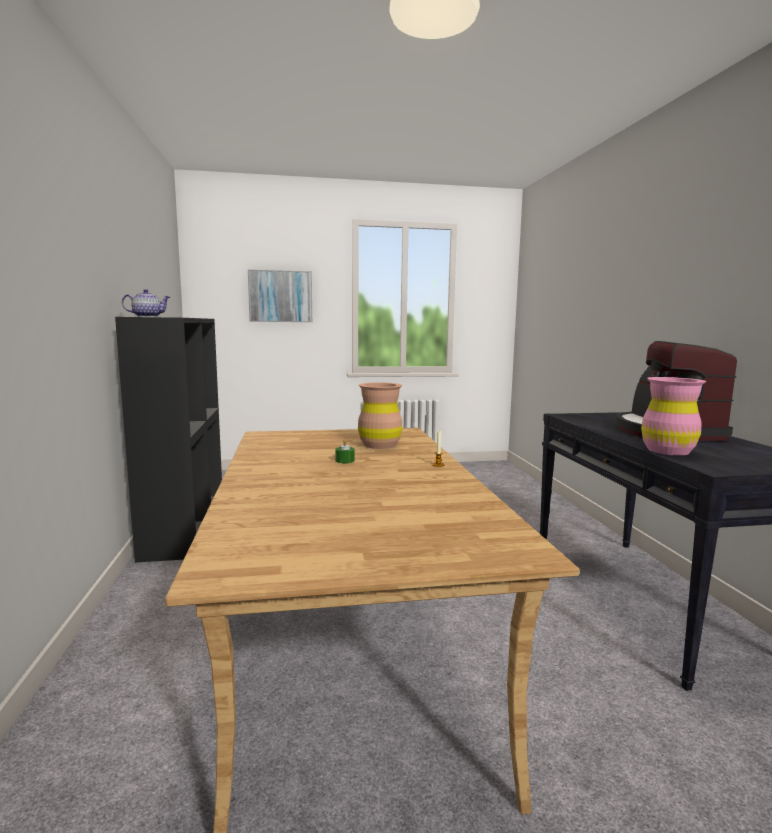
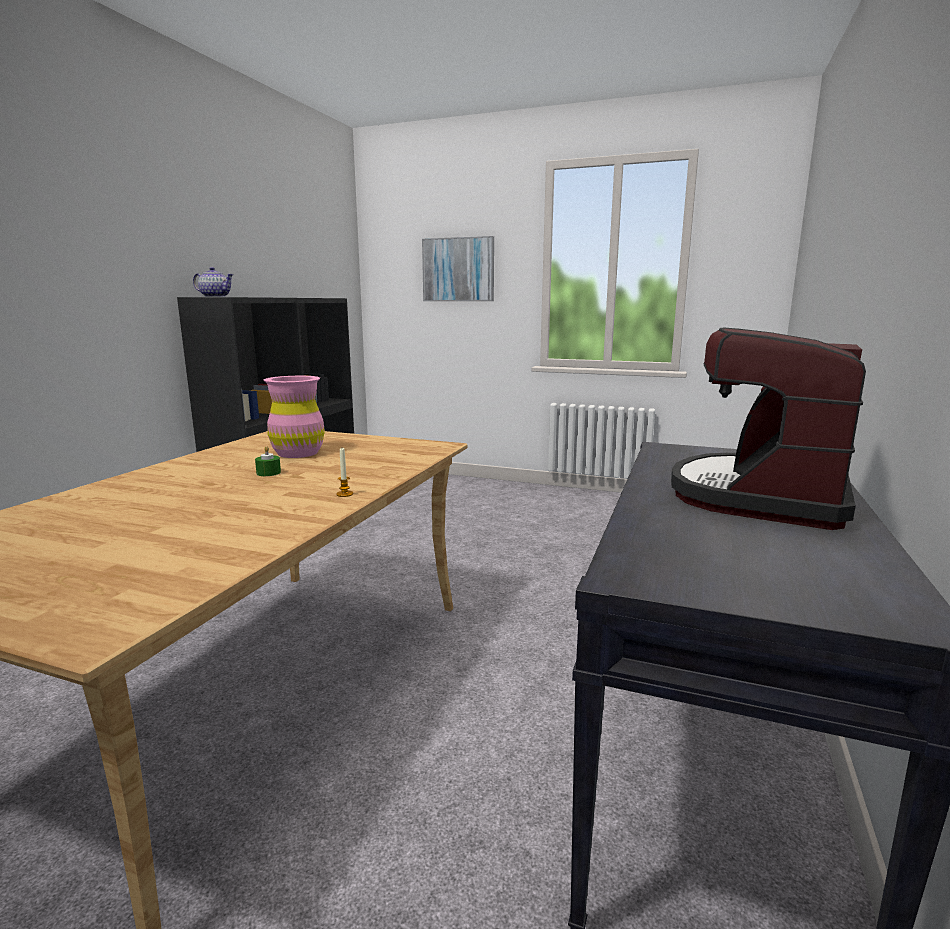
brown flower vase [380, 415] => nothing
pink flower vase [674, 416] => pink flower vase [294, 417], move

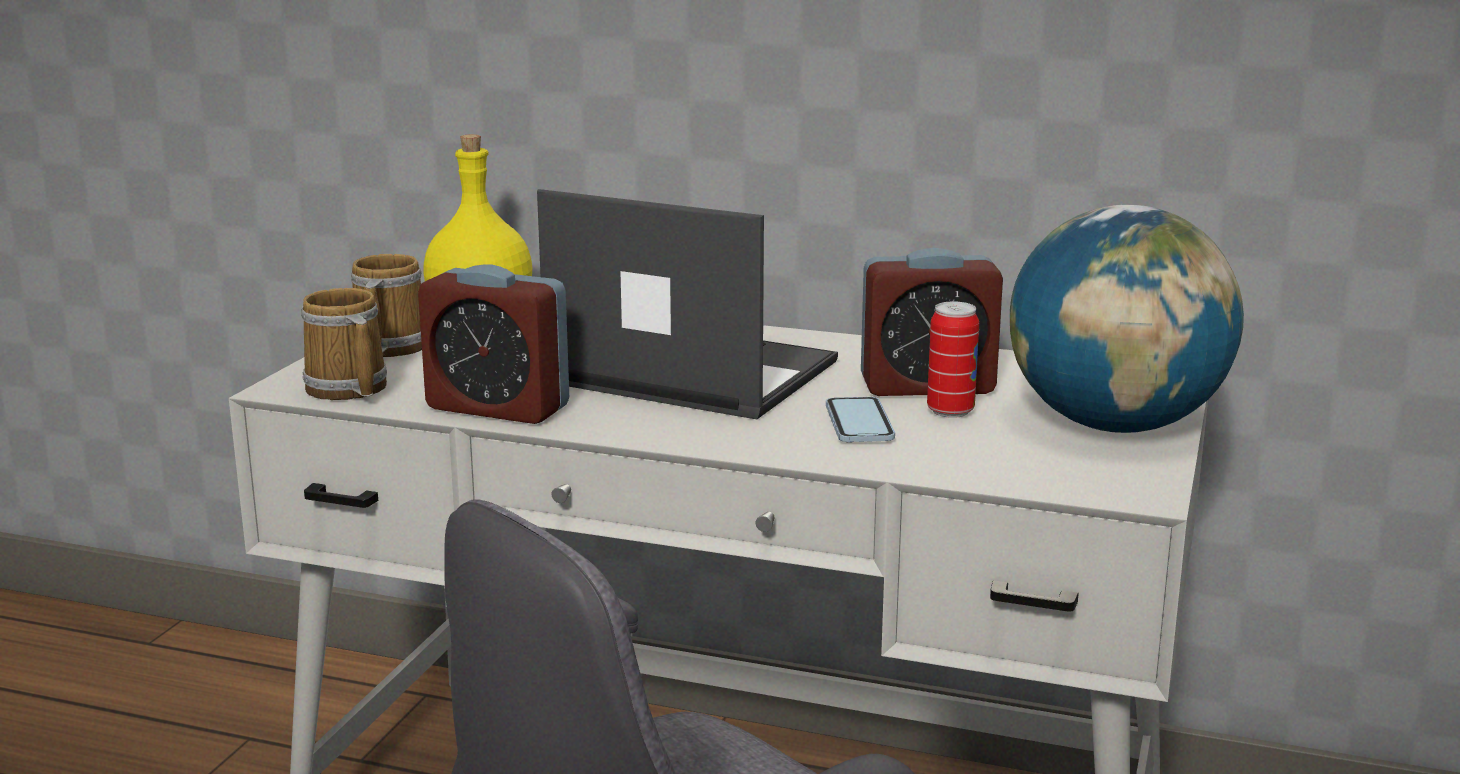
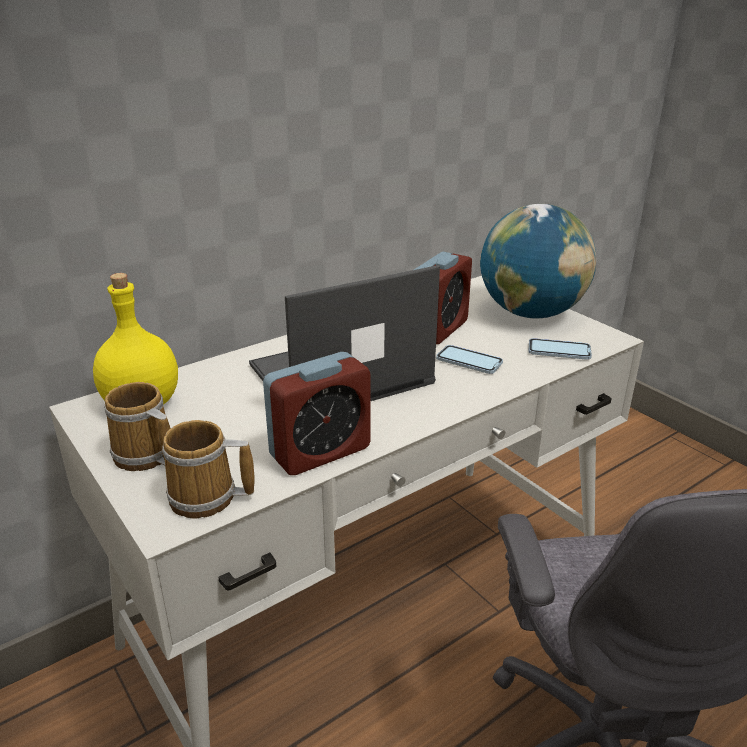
metal can [953, 360] => nothing
nothing => telephone [560, 349]

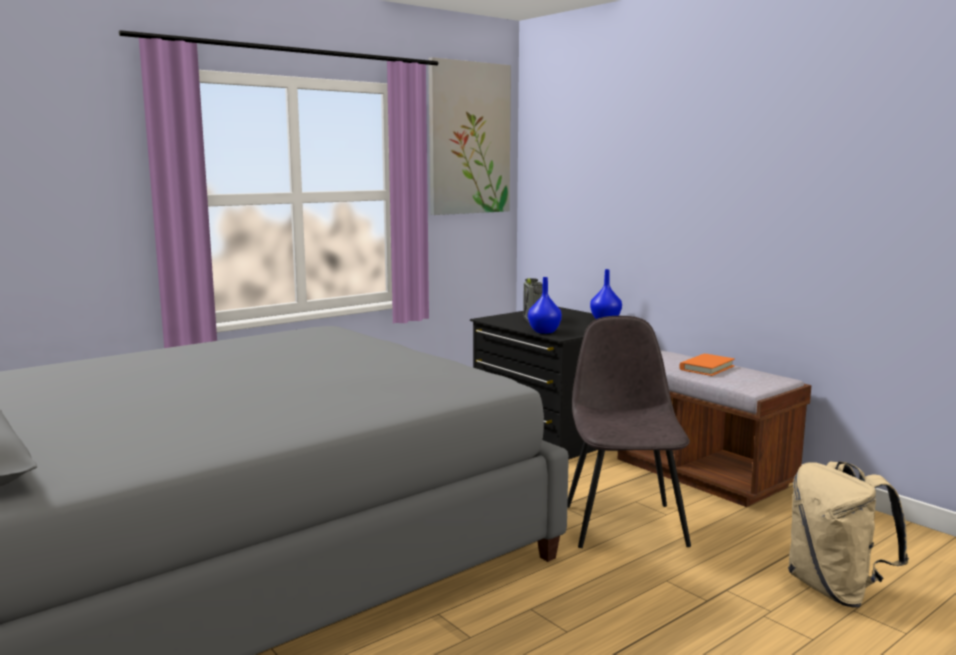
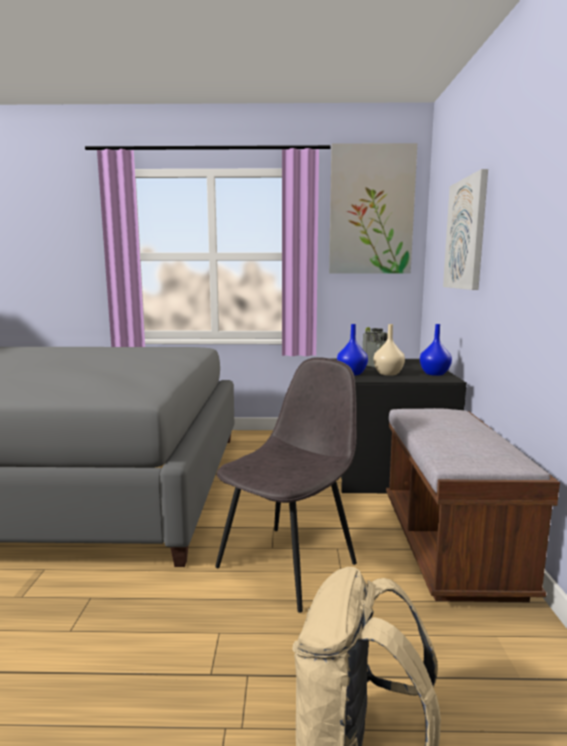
orange-coloured volume [707, 365] => nothing
nothing => beige-coloured flower vase [389, 350]
nothing => wall picture [465, 229]

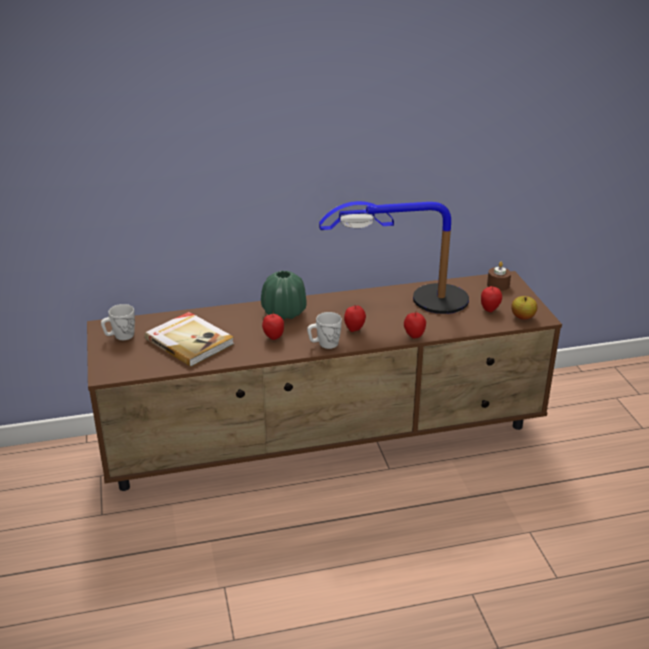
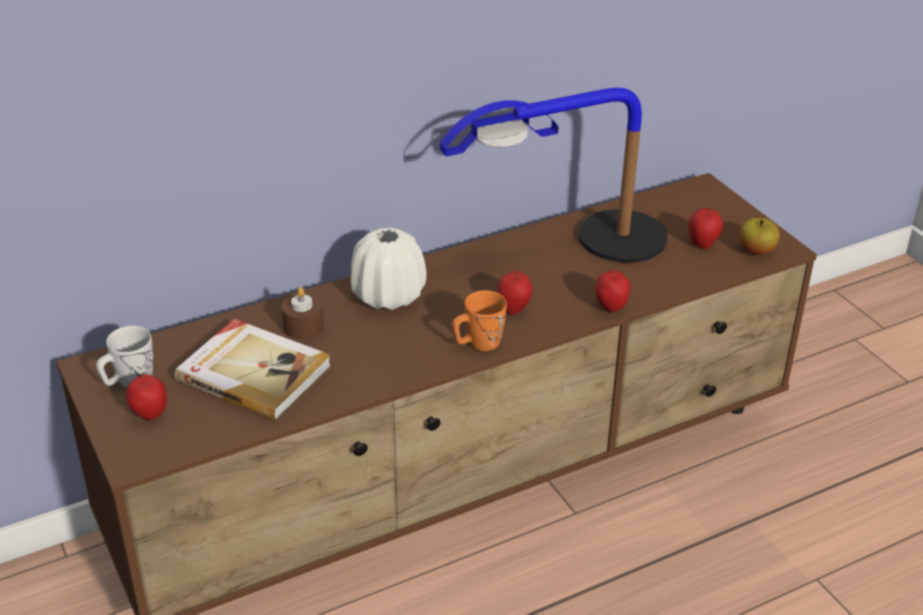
green-coloured flower vase [284, 295] => white flower vase [388, 269]
apple fruit [273, 326] => apple fruit [146, 396], move
white tea mug [324, 330] => orange-coloured tea mug [479, 320]
brown wax candle [499, 276] => brown wax candle [302, 313], move

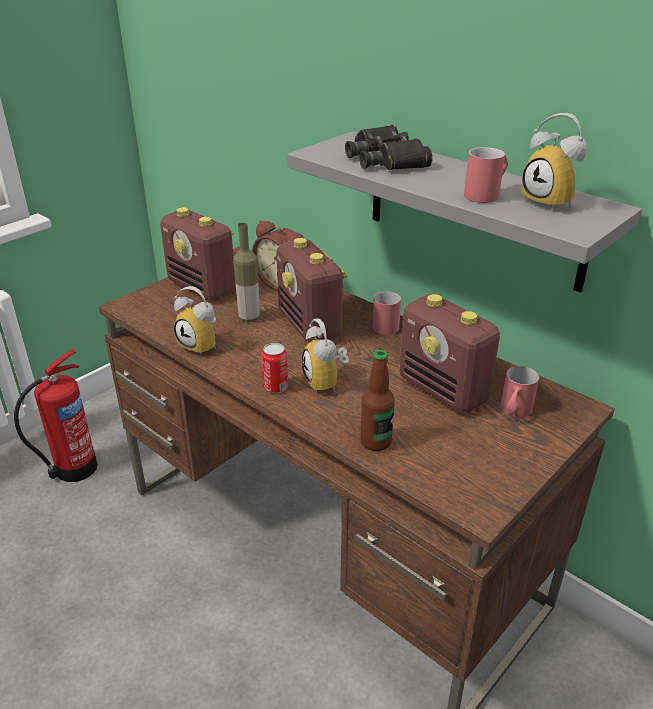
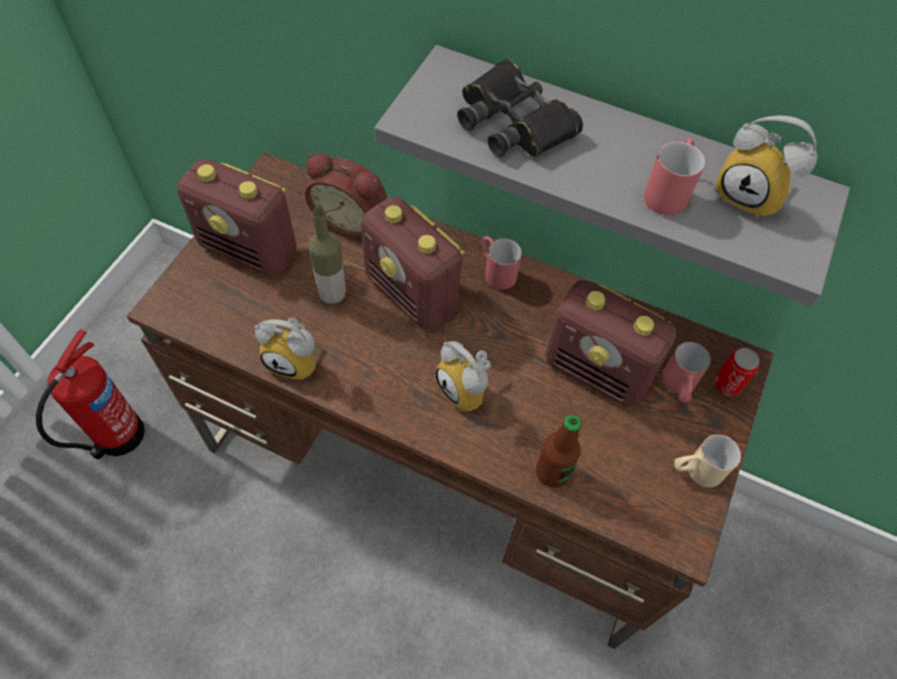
metal can [275, 368] => metal can [736, 372], move
nothing => beige-coloured tea mug [707, 461]

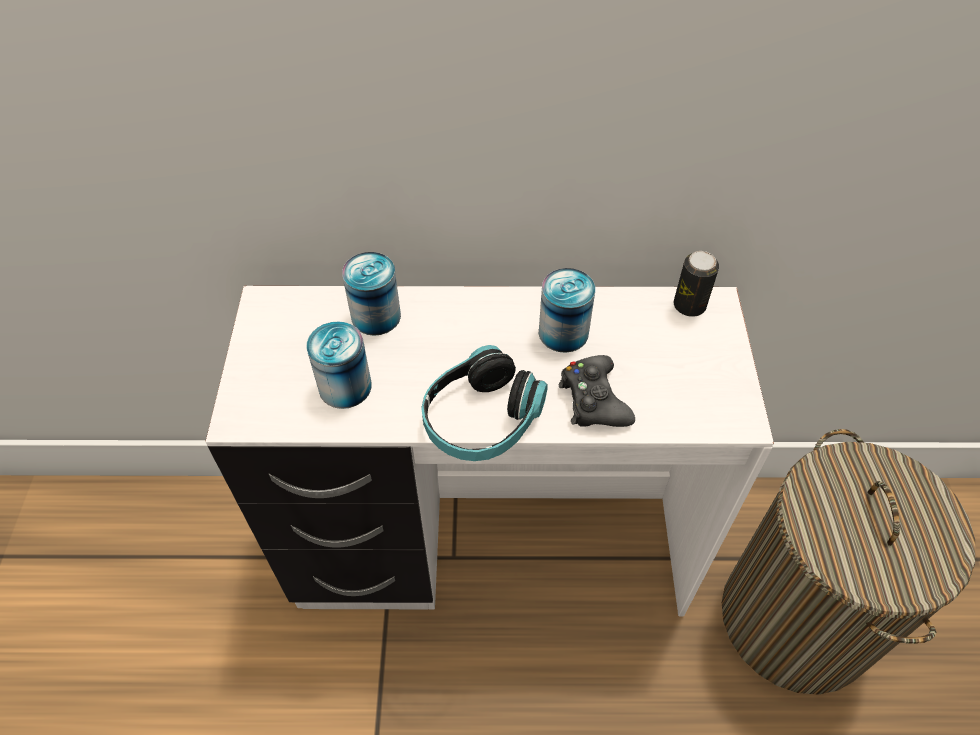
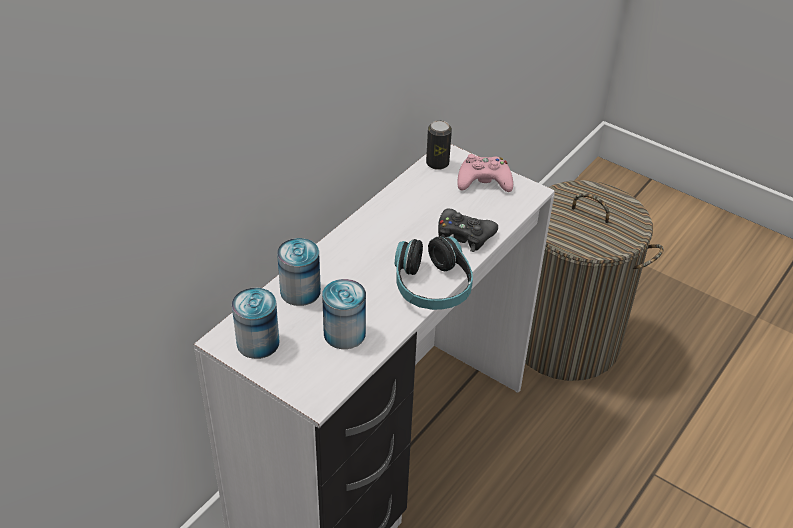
metal can [567, 310] => metal can [255, 323], move
nothing => pink gamepad [485, 173]

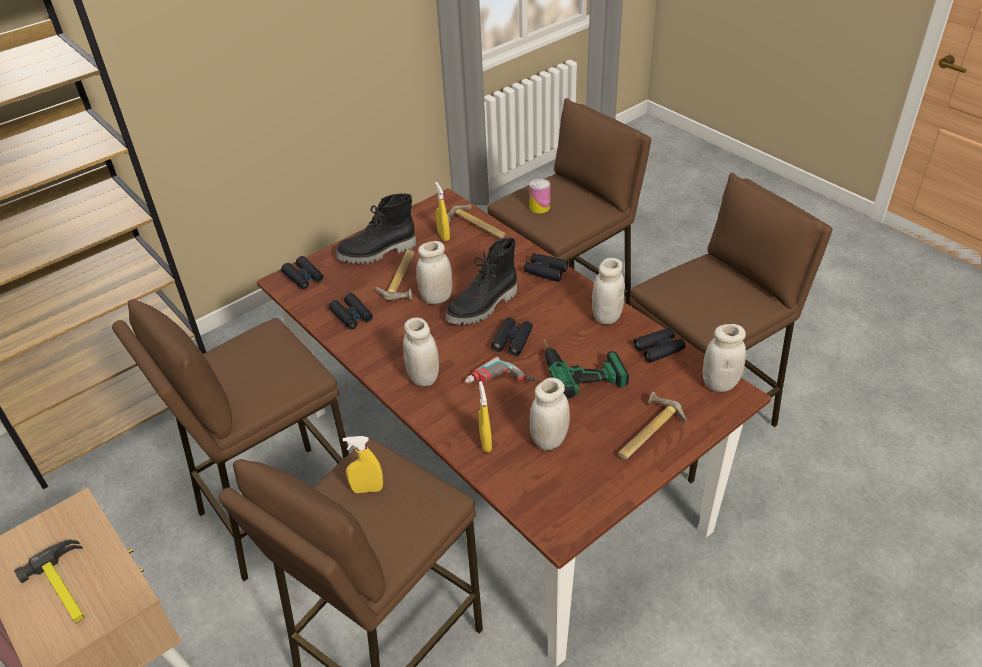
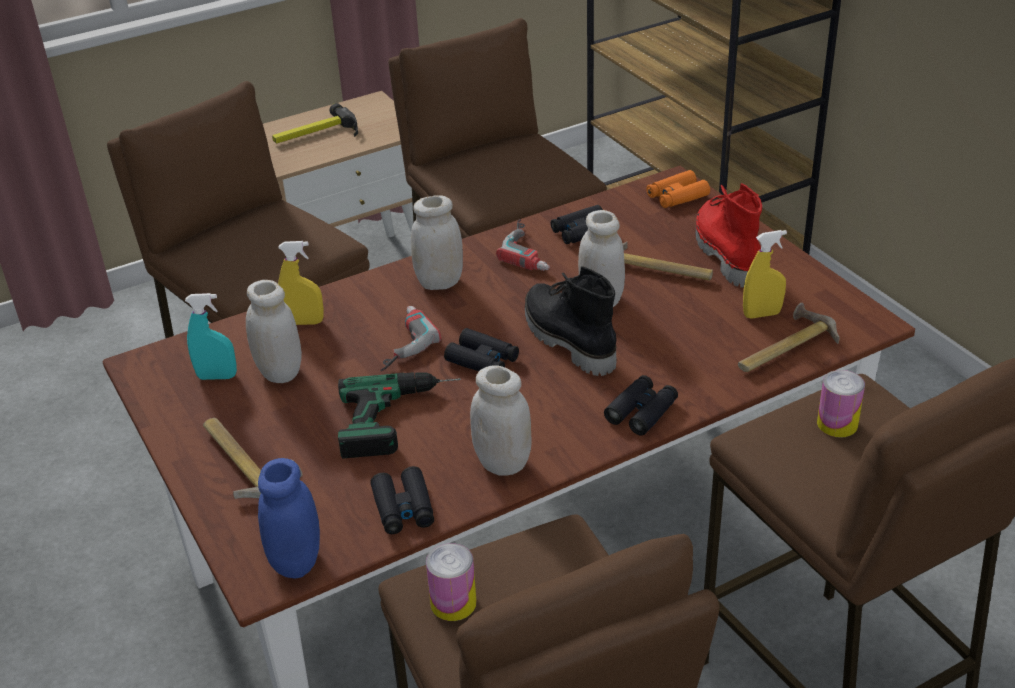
black field glasses [302, 272] => orange-coloured field glasses [678, 189]
black boot [376, 228] => reddish boot [729, 235]
yellowish hand sprayer [363, 464] => nothing
white storage jar [724, 358] => blue storage jar [289, 518]
nothing => turquoise-coloured hand sprayer [211, 336]
nothing => metal can [451, 582]
nothing => power drill [523, 245]

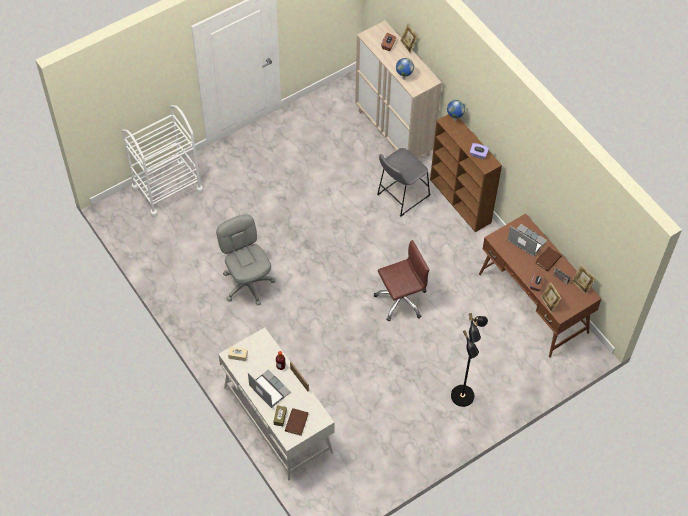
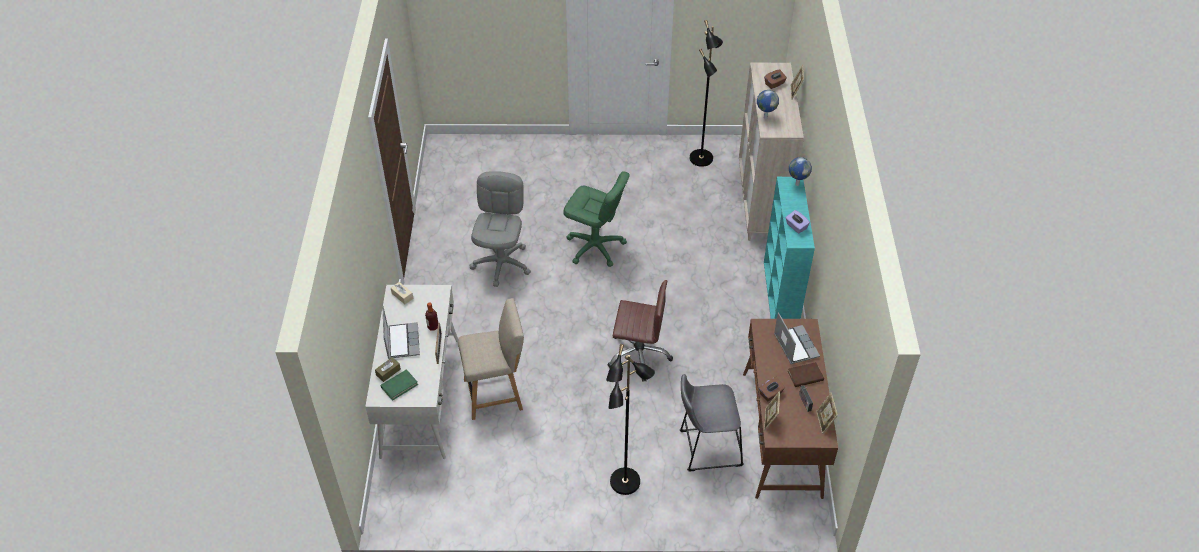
white wheeled cart [163, 161] => nothing
brown volume [297, 422] => green-coloured volume [399, 385]
greyish sitting stool [403, 182] => greyish sitting stool [712, 423], move
brown shelving unit [466, 173] => turquoise-coloured shelving unit [789, 248]
nothing => beige-coloured chair [491, 359]
nothing => green-coloured desk chair [596, 219]
nothing => black floor lamp [706, 93]

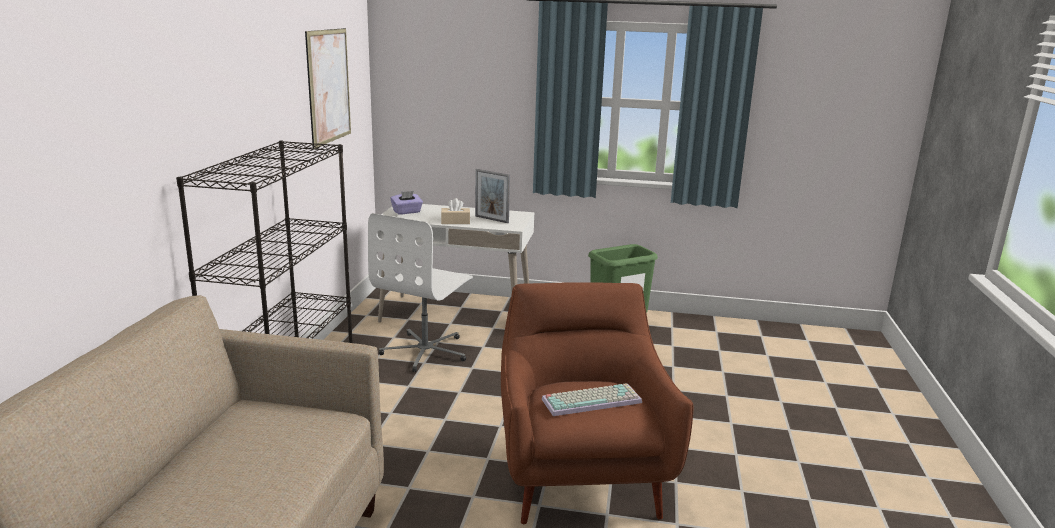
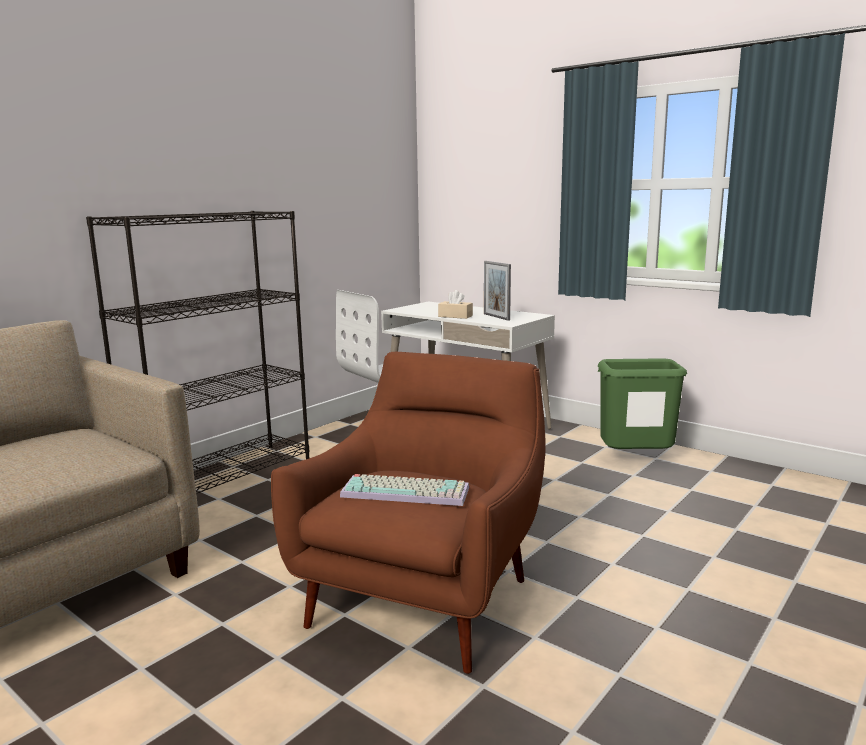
wall picture [328, 88] => nothing
purple tissue holder [406, 203] => nothing

